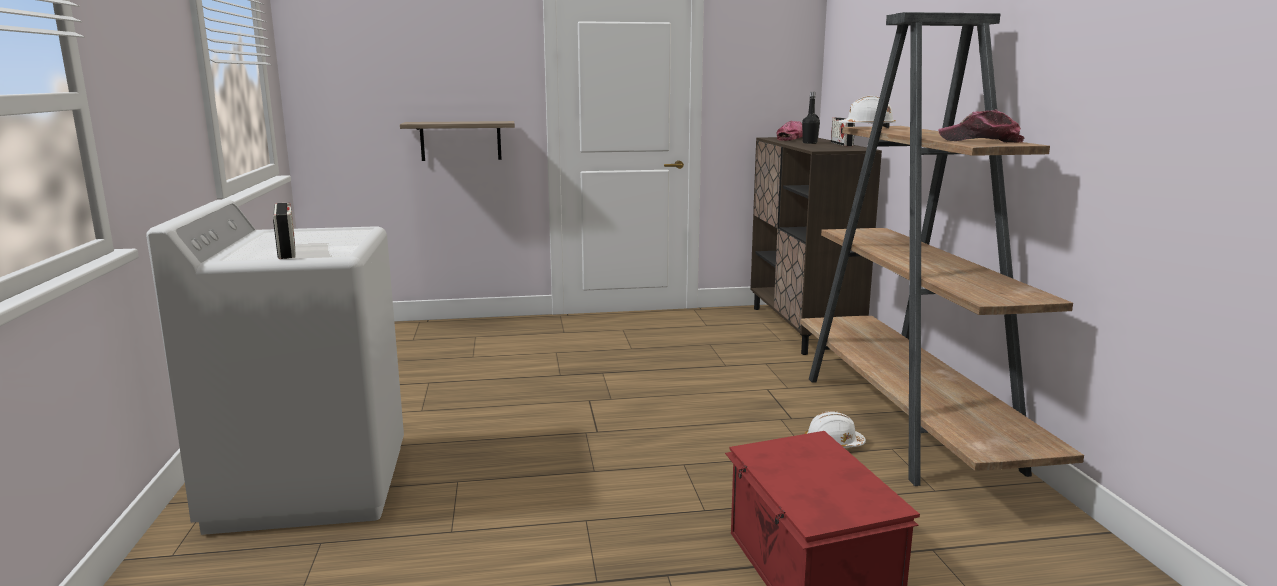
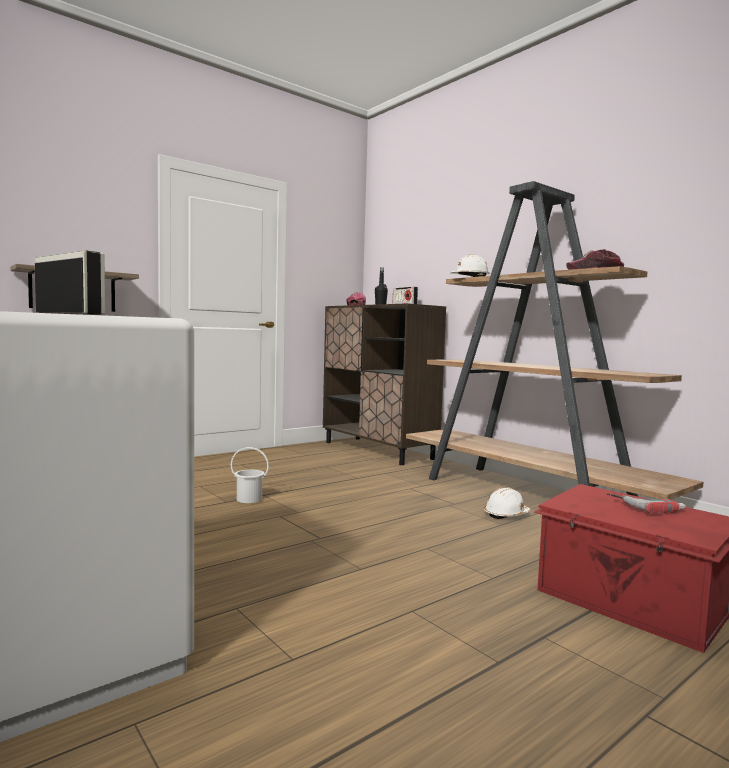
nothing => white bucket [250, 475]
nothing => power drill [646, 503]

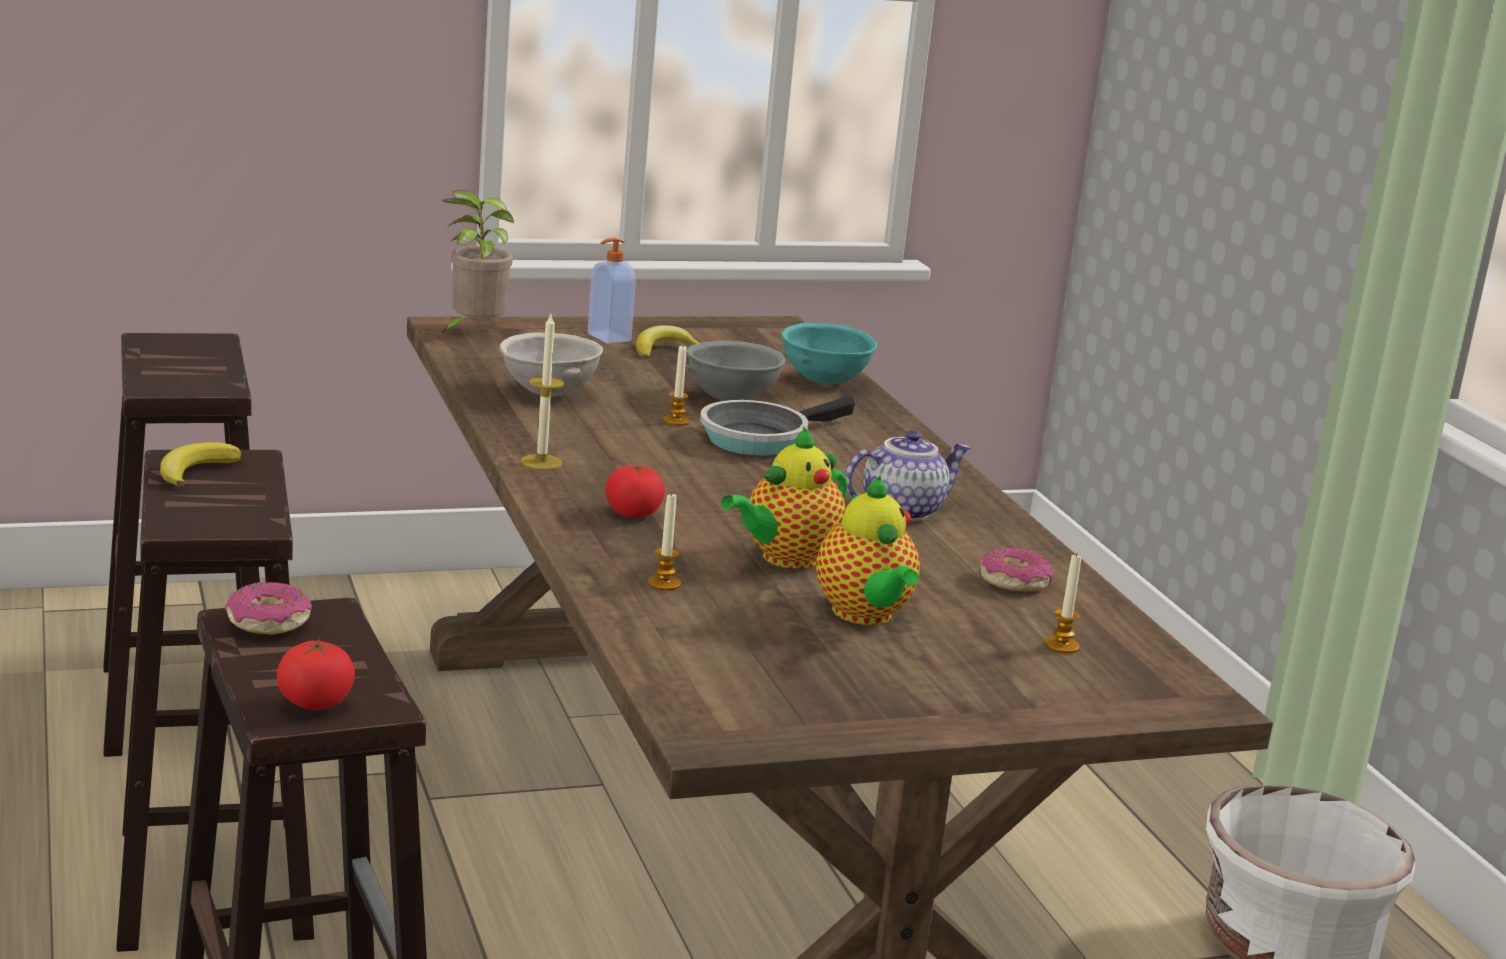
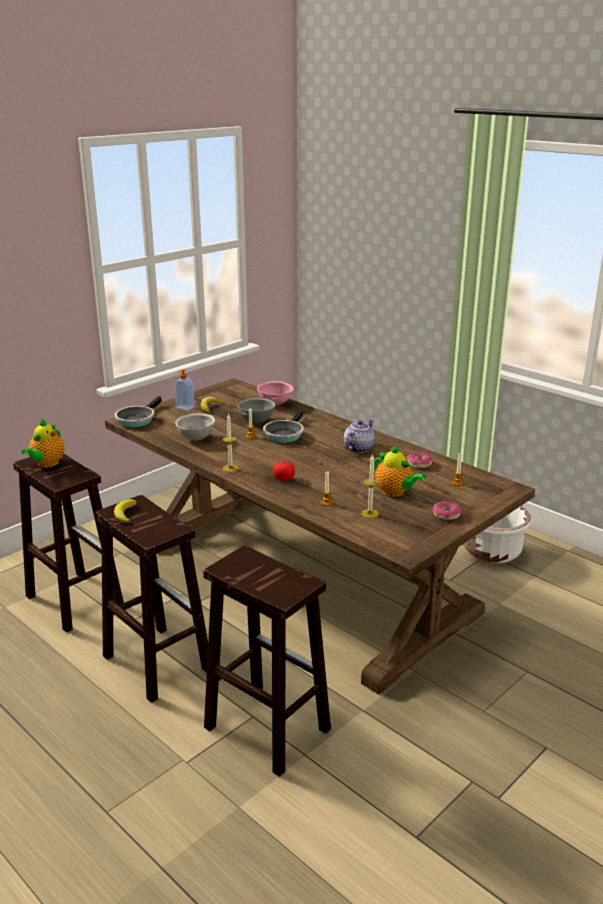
doughnut [268, 608] => doughnut [446, 510], move
fresh tomato [316, 674] => nothing
potted plant [478, 261] => frying pan [138, 412]
teapot [784, 498] => teapot [43, 443], move
turquoise-coloured bowl [829, 354] => pink bowl [275, 393]
nothing => wax candle [370, 486]

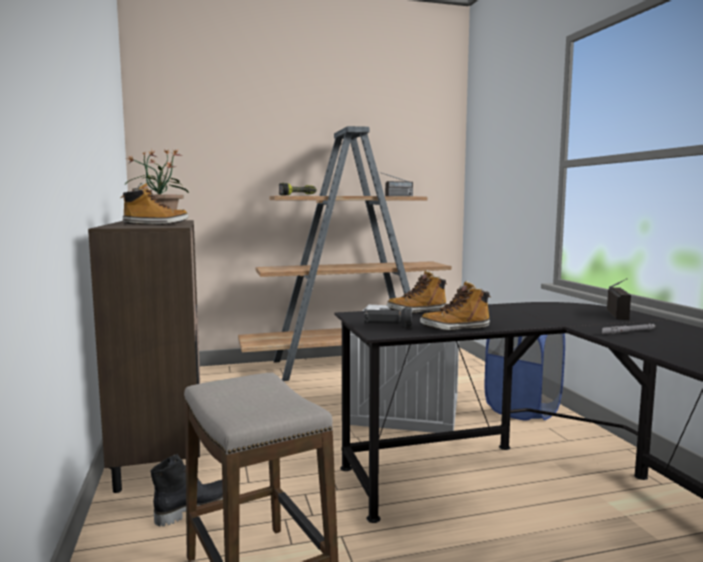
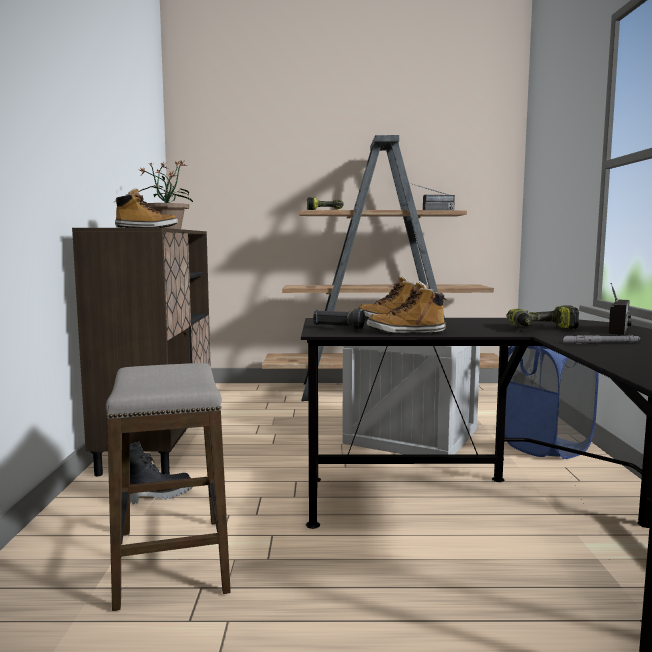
nothing => power drill [543, 317]

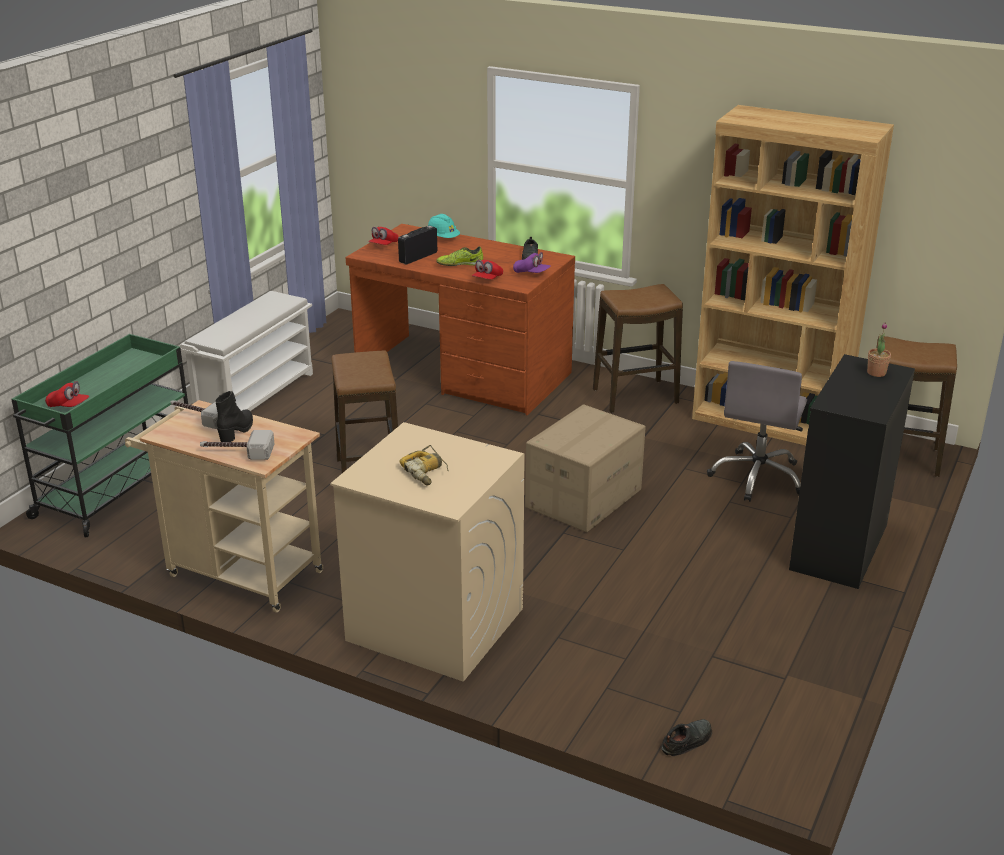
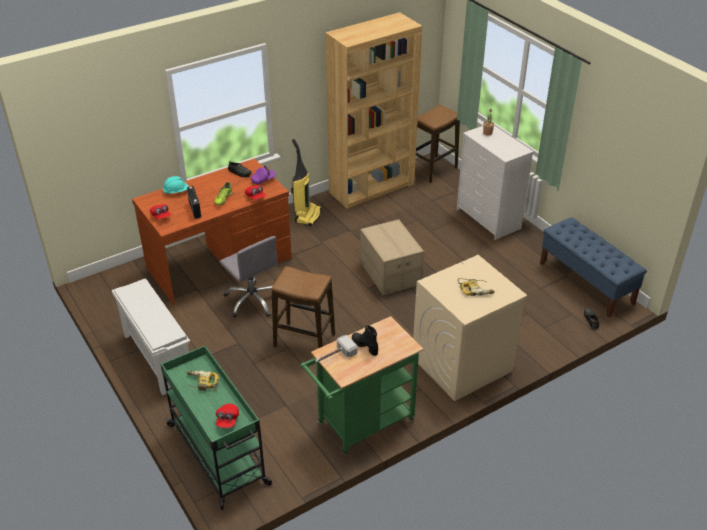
reddish baseball cap [67, 394] => reddish baseball cap [227, 416], 135 degrees clockwise
beige-coloured wheeled cart [224, 506] => green-coloured wheeled cart [362, 385]
tool hammer [237, 445] => nothing
sitting stool [638, 348] => vacuum cleaner [306, 182]
greyish desk chair [757, 431] => greyish desk chair [248, 277], move
black chest of drawers [852, 471] => white chest of drawers [495, 183]
nothing => power drill [203, 380]
nothing => blue bench [593, 267]

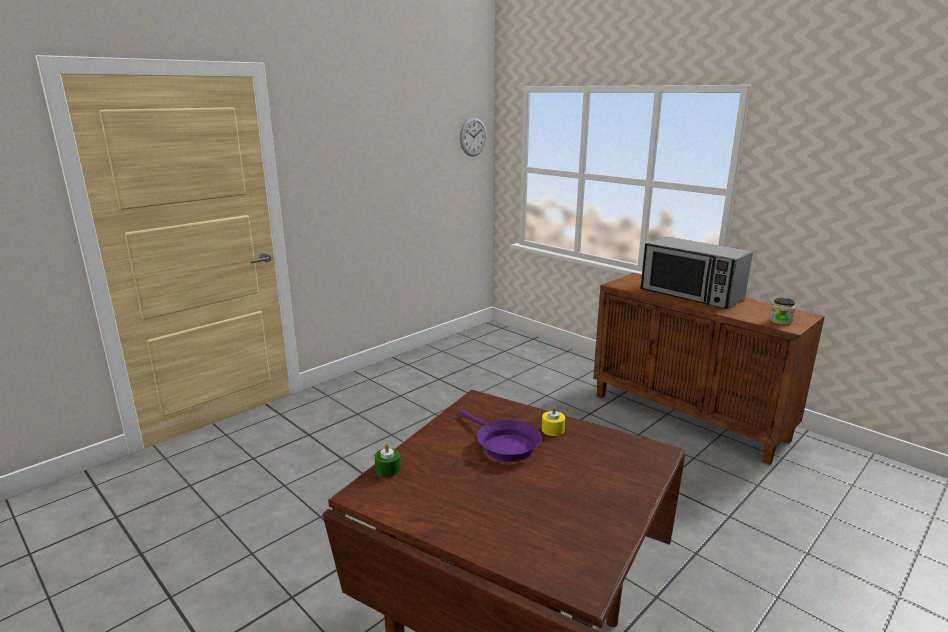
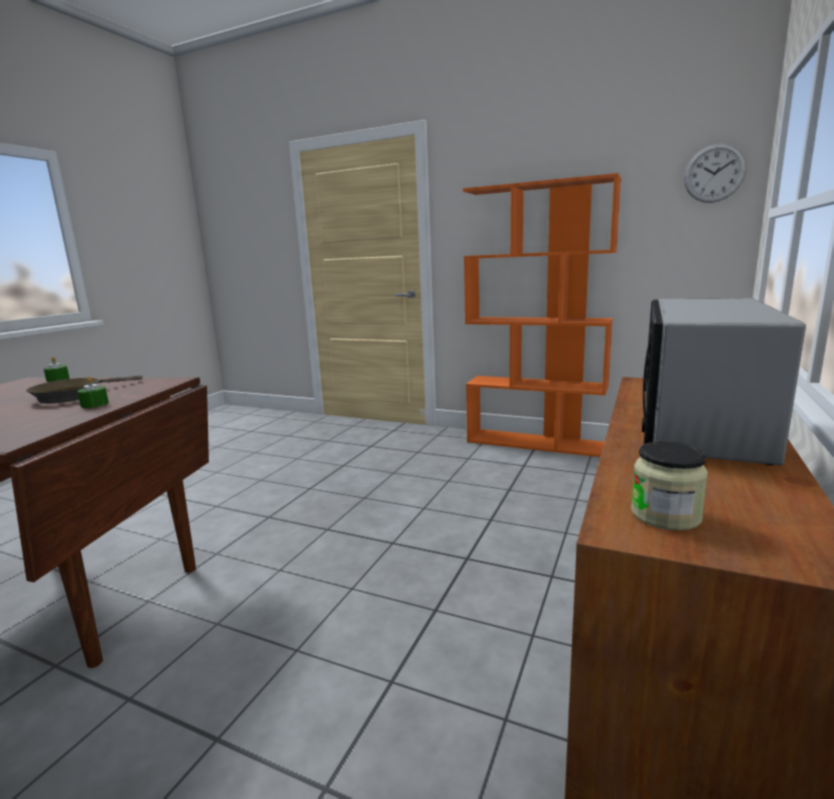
purple frying pan [501, 436] => brown frying pan [84, 389]
yellowish wax candle [553, 421] => green-coloured wax candle [93, 392]
nothing => orange-coloured shelving unit [542, 315]

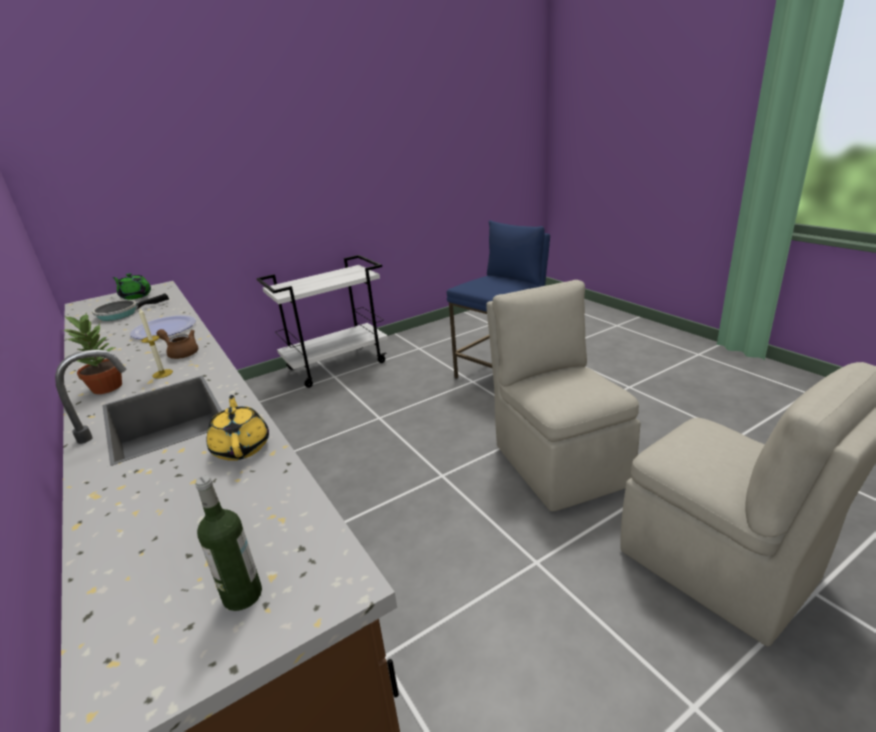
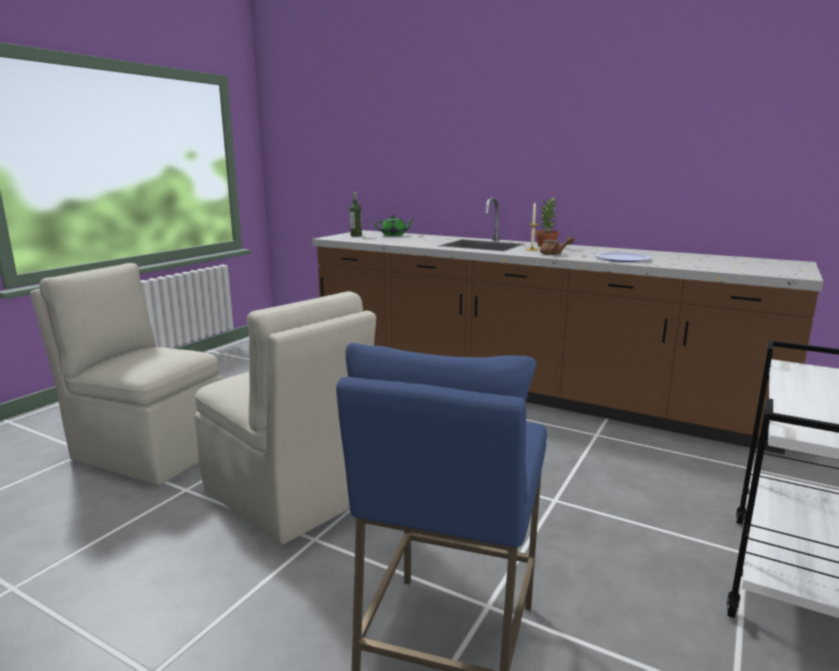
frying pan [130, 307] => nothing
green-coloured teapot [131, 286] => green-coloured teapot [394, 225], move
yellowish teapot [237, 428] => nothing

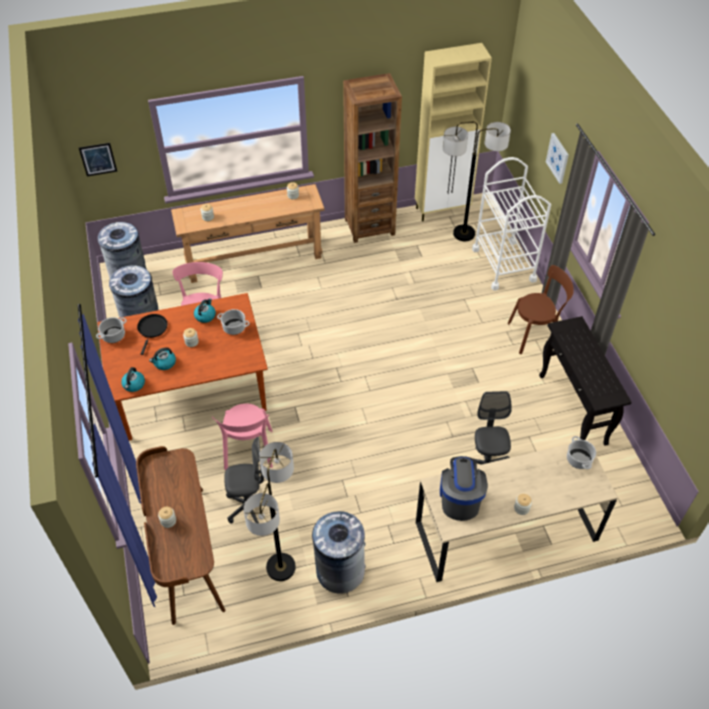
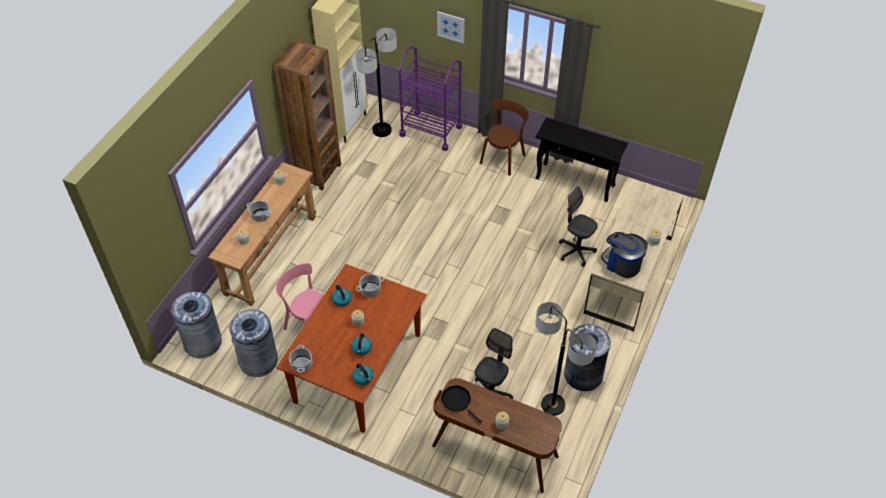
wall picture [98, 160] => nothing
black frying pan [152, 334] => black frying pan [462, 404], move
pink chair [242, 436] => nothing
white wheeled cart [511, 223] => purple wheeled cart [430, 98]
stockpot [581, 452] => stockpot [259, 211], move

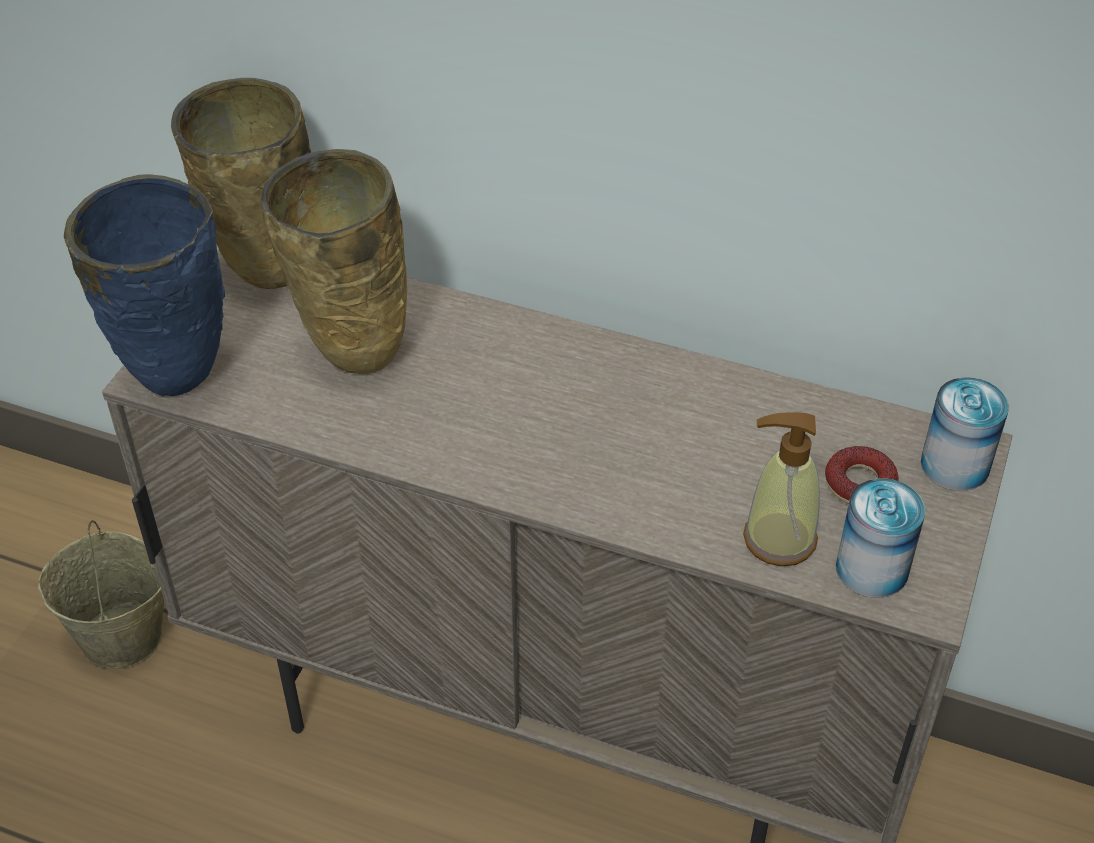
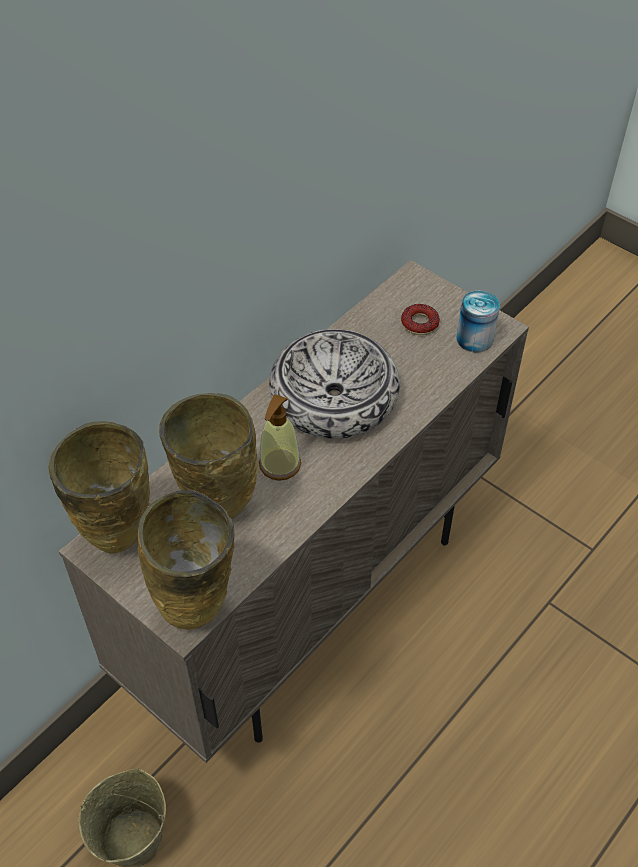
blue flower vase [144, 285] => beige-coloured flower vase [186, 560]
liquid soap bottle [781, 489] => liquid soap bottle [280, 437], move
metal can [965, 434] => nothing
nothing => bowl [334, 384]

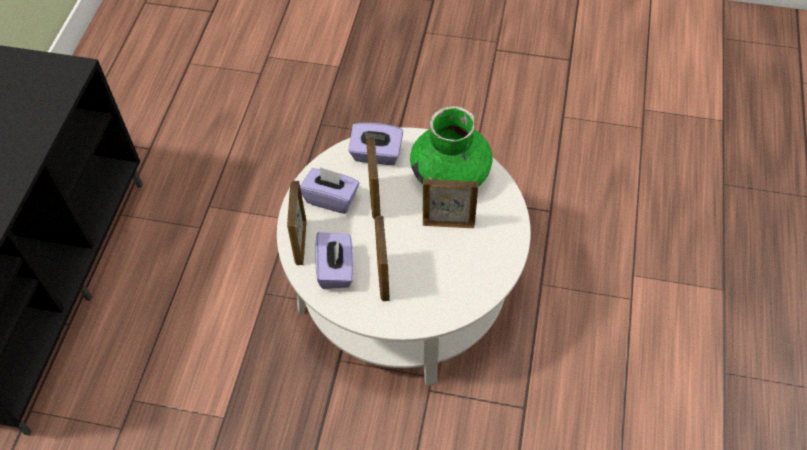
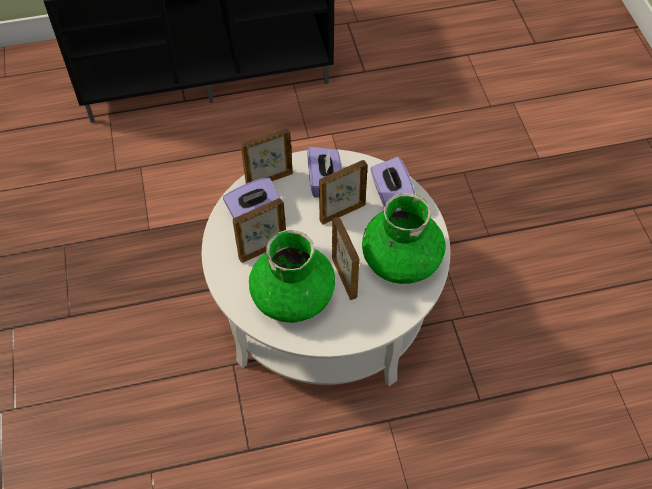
nothing => green-coloured flower vase [292, 276]

